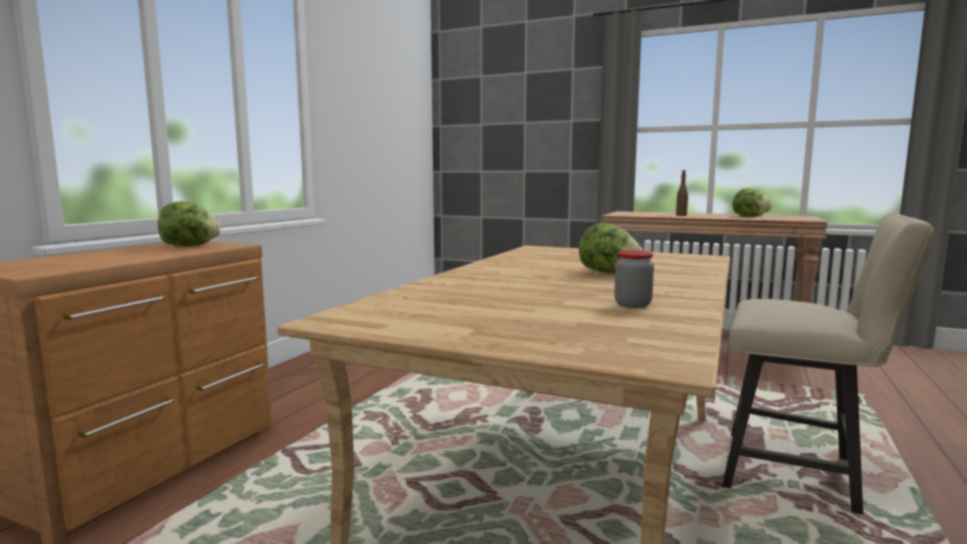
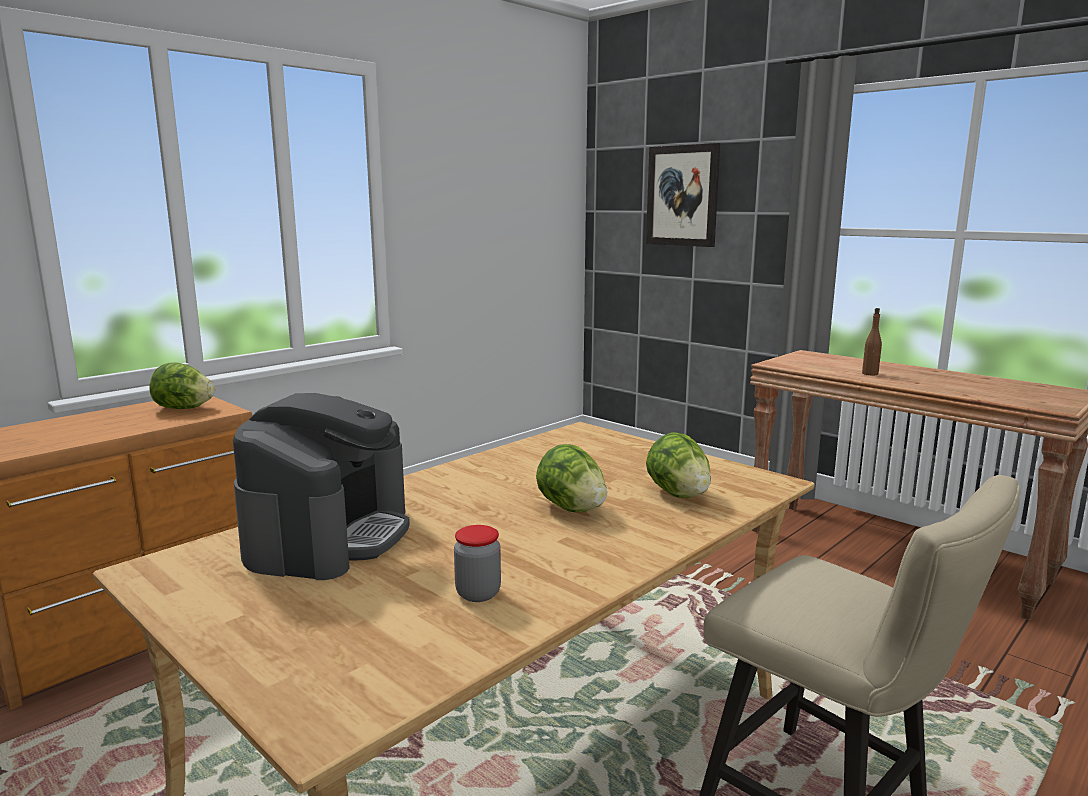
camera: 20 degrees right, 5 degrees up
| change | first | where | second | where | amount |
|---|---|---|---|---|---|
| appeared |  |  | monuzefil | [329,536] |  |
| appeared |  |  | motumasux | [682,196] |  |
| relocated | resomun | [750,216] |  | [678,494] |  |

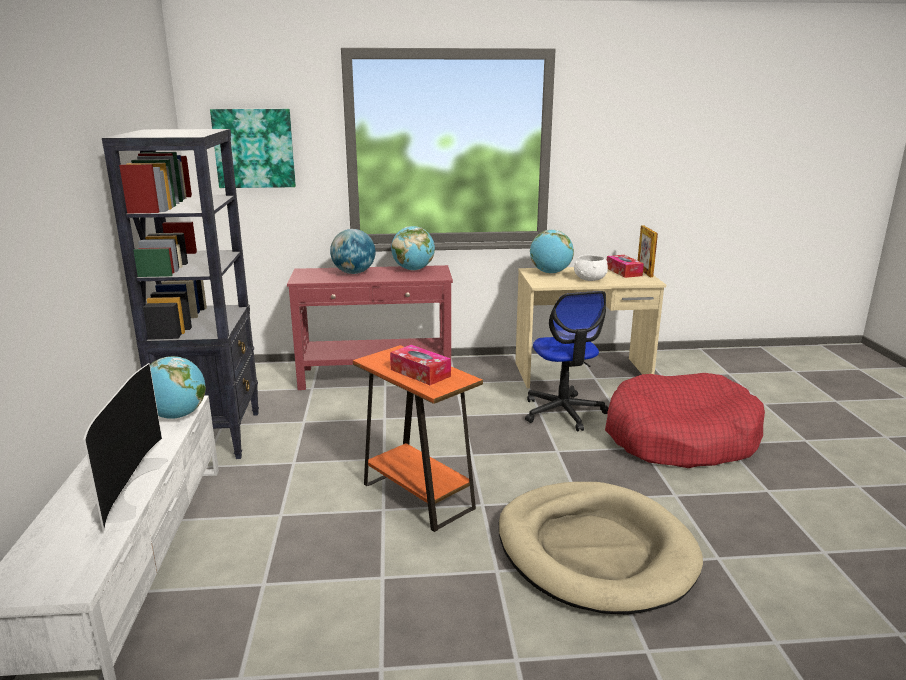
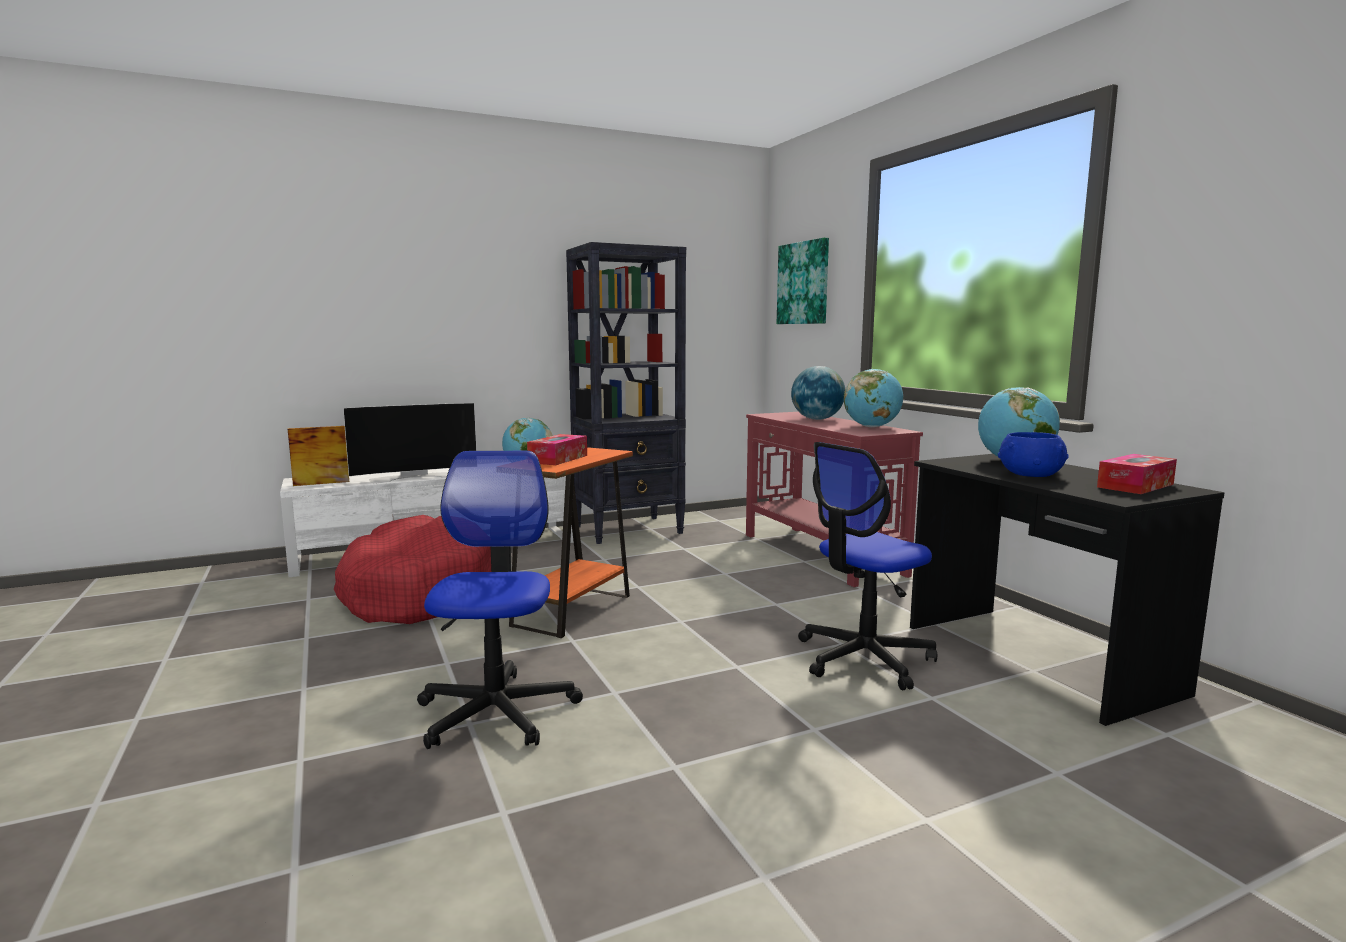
camera: 70 degrees right, 10 degrees down
| change | first | where | second | where | amount |
|---|---|---|---|---|---|
| relocated | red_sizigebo | [679,438] |  | [418,592] |  |
| relocated | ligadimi | [644,272] |  | [321,483] |  |
| exchanged | beige_sizigebo | [594,551] | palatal | [496,712] |  |
| colour | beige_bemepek | [582,373] | black_bemepek | [1036,659] |  |
| colour | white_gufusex | [589,279] | blue_gufusex | [1030,475] |  |

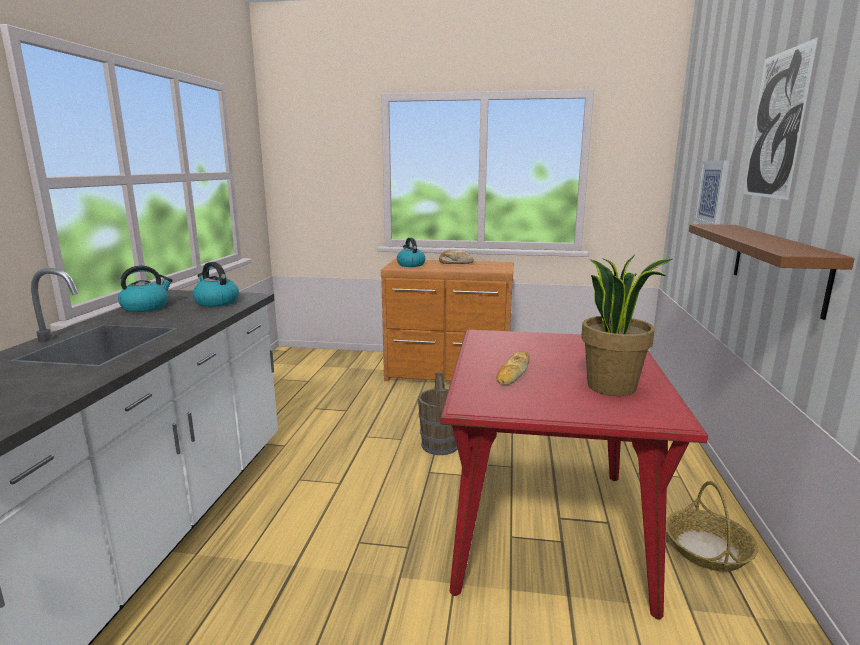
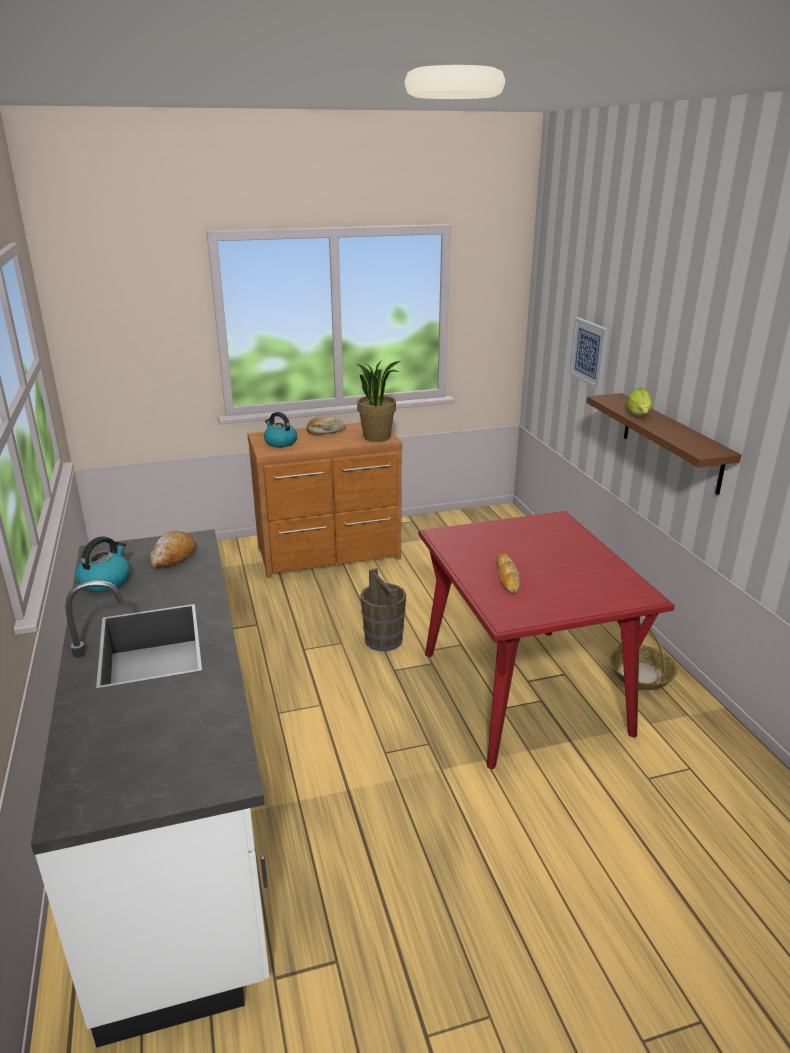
camera: 25 degrees left, 10 degrees up
| change | first | where | second | where | amount |
|---|---|---|---|---|---|
| missing | motumasux | [776,125] |  |  |  |
| appeared |  |  | resomun | [639,416] |  |
| relocated | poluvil | [612,386] |  | [377,436] |  |
| exchanged | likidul | [216,302] | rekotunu | [173,556] |  |

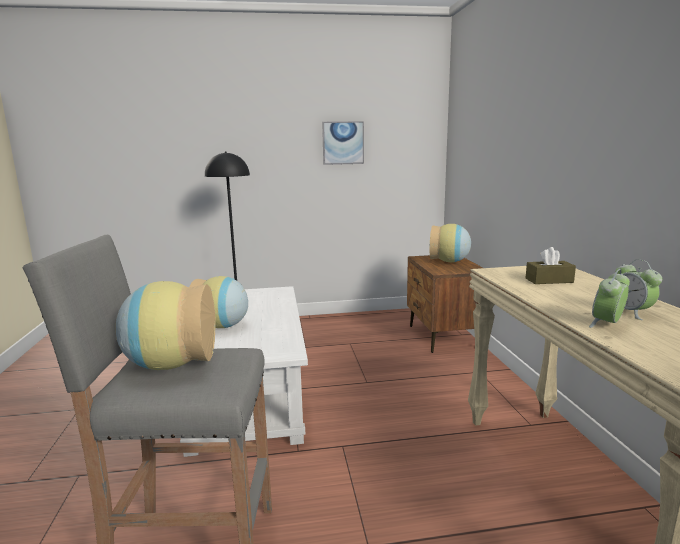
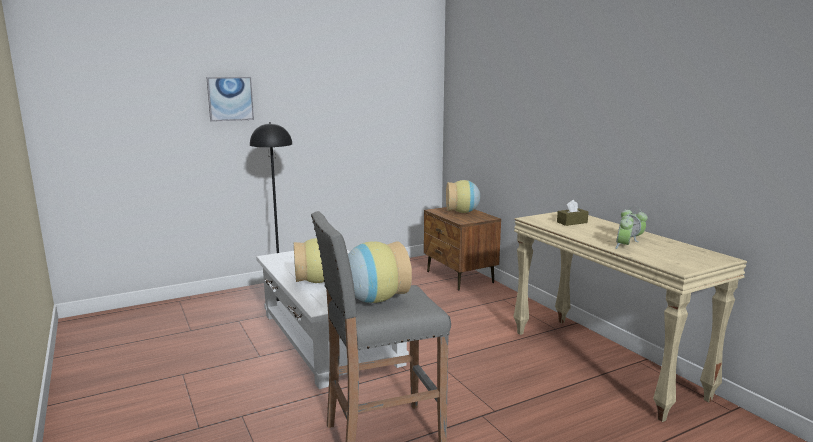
camera: 20 degrees left, 0 degrees up
| change | first | where | second | where | amount |
|---|---|---|---|---|---|
| relocated | motumasux | [343,143] |  | [230,99] |  |

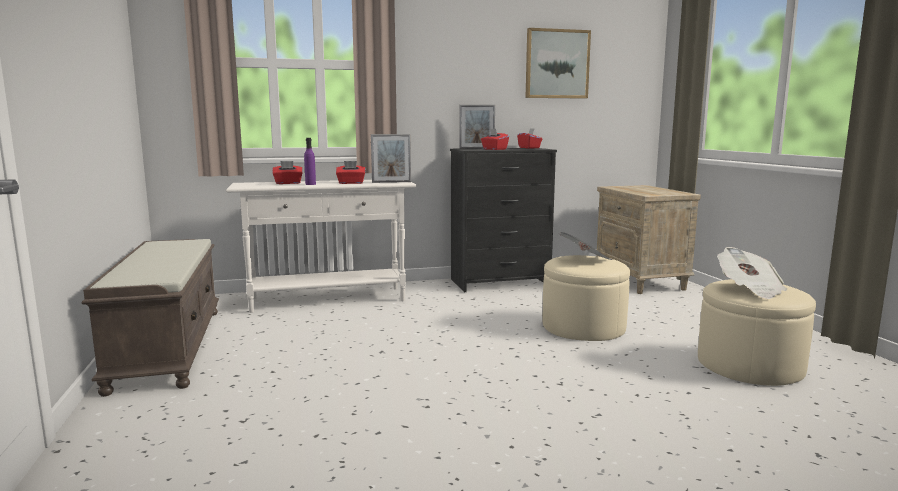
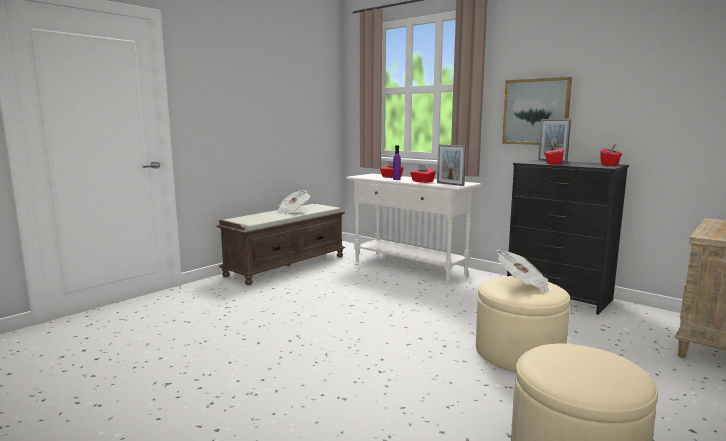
camera: 55 degrees right, 0 degrees up
| change | first | where | second | where | amount |
|---|---|---|---|---|---|
| relocated | motumasux | [557,64] |  | [536,112] |  |
| relocated | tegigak | [749,289] |  | [292,211] |  |

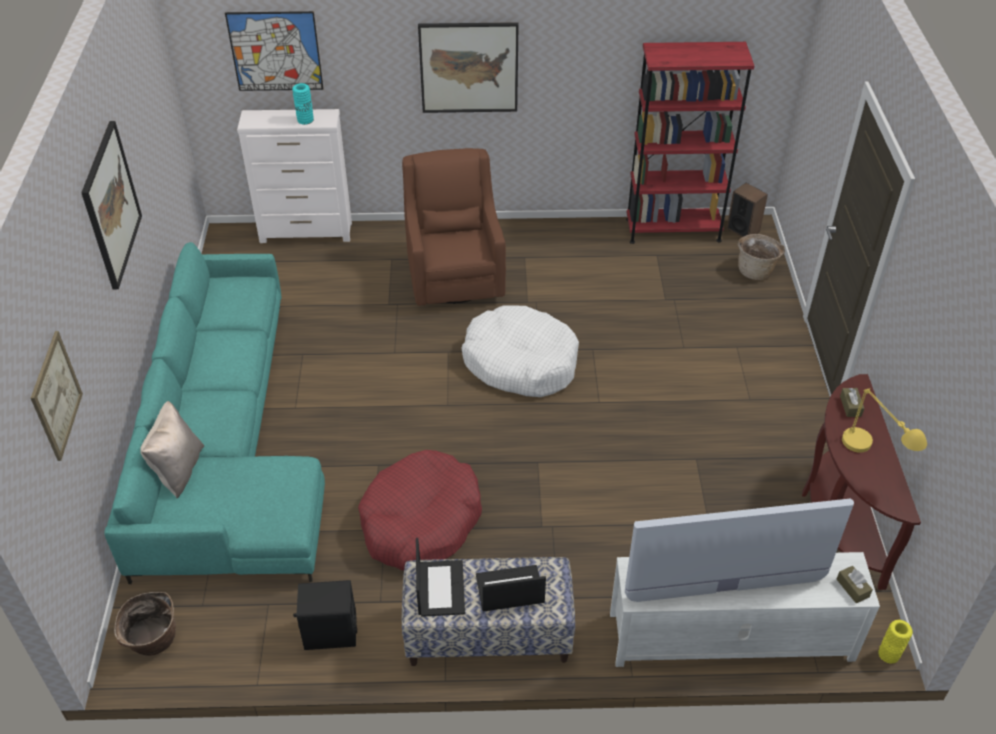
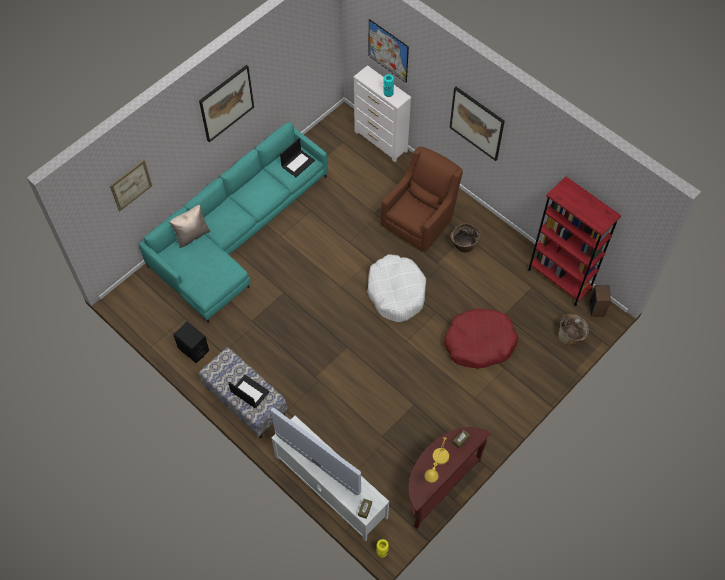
camera: 45 degrees right, 15 degrees up
| change | first | where | second | where | amount |
|---|---|---|---|---|---|
| relocated | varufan | [153,641] |  | [463,245] |  |
| relocated | red_sizigebo | [421,521] |  | [479,343] |  |
| relocated | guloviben | [440,588] |  | [298,163] |  |

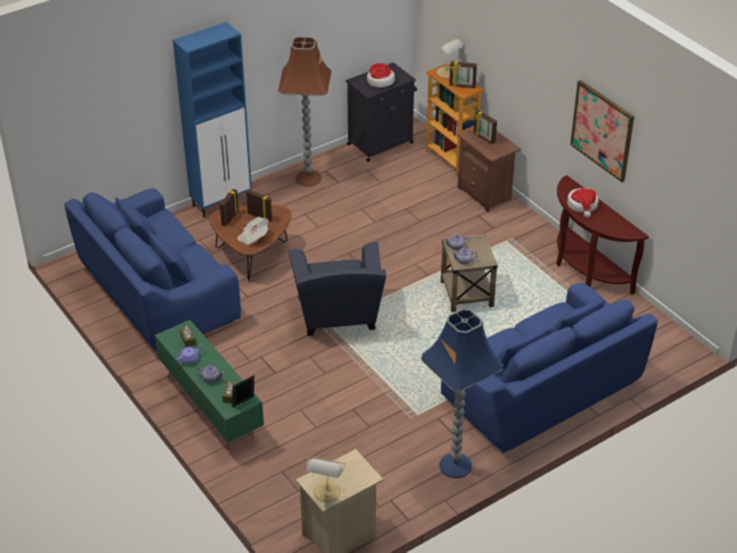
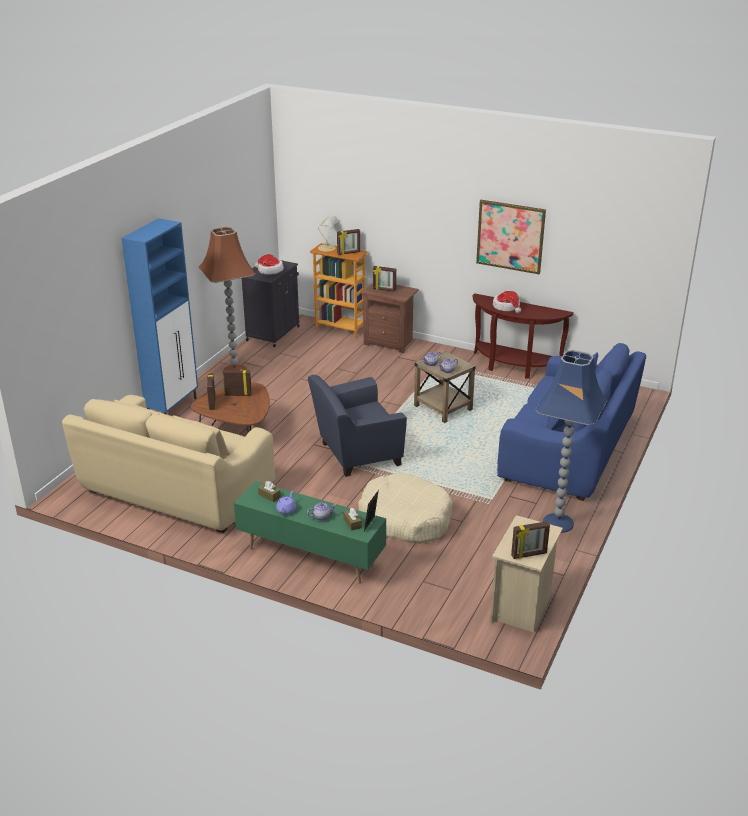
camera: 30 degrees left, 10 degrees down
| change | first | where | second | where | amount |
|---|---|---|---|---|---|
| missing | tegigak | [253,237] |  |  |  |
| appeared |  |  | beige_sizigebo | [405,518] |  |
| exchanged | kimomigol | [327,492] | ligadimi | [529,555] |  |
| colour | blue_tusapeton | [157,295] | beige_tusapeton | [177,491] |  |
| spun | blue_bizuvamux | [338,316] |  | [356,454] | 105 degrees clockwise |

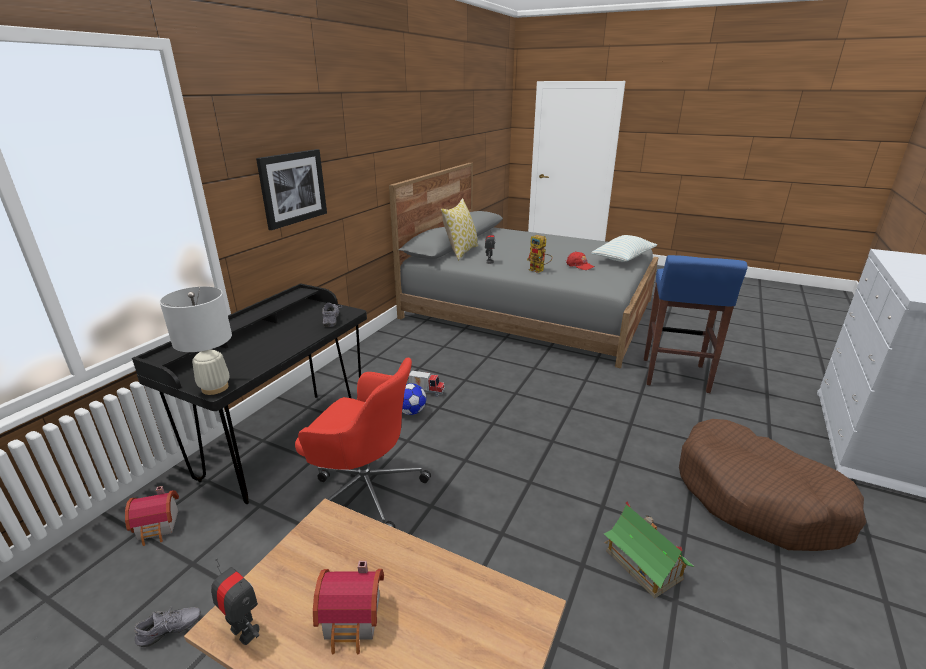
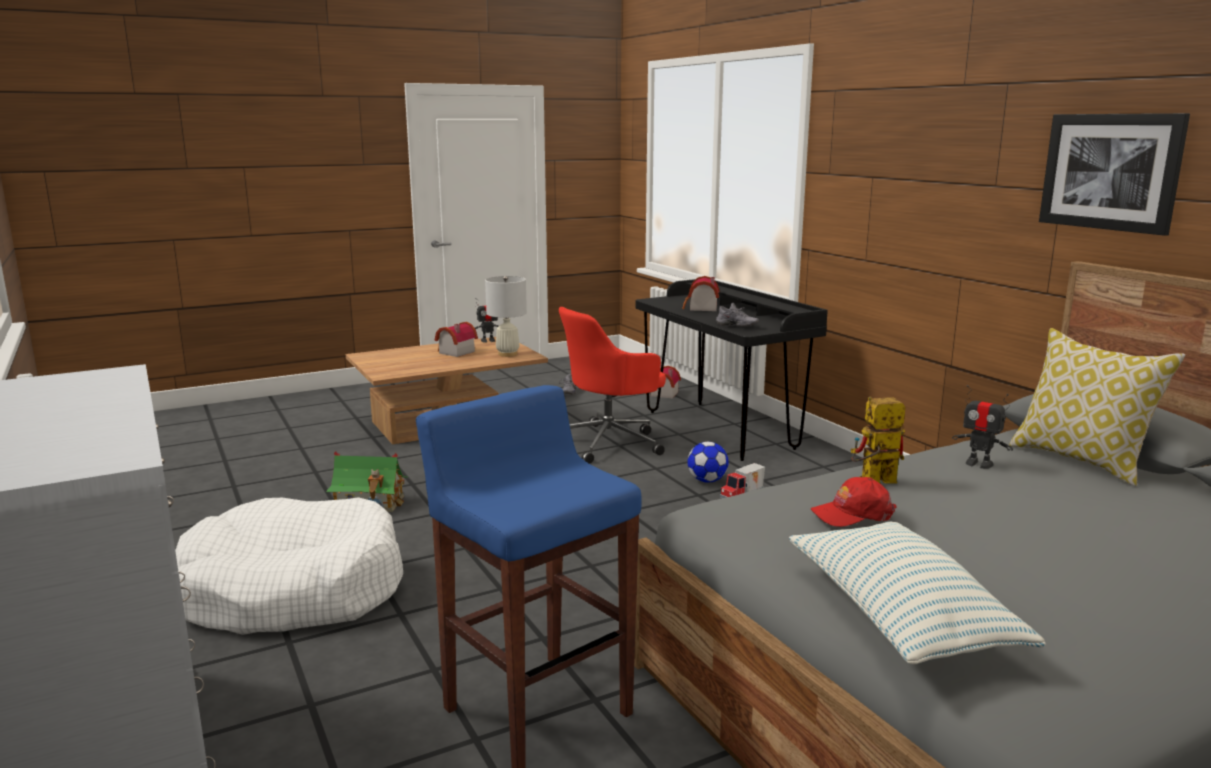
camera: 125 degrees right, 10 degrees down
| change | first | where | second | where | amount |
|---|---|---|---|---|---|
| appeared |  |  | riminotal | [701,308] |  |
| relocated | white_kimomigol | [214,388] |  | [508,354] |  |
| relocated | motumasux | [293,188] |  | [1110,172] |  |
| colour | brown_sizigebo | [757,498] | white_sizigebo | [293,590] |  |

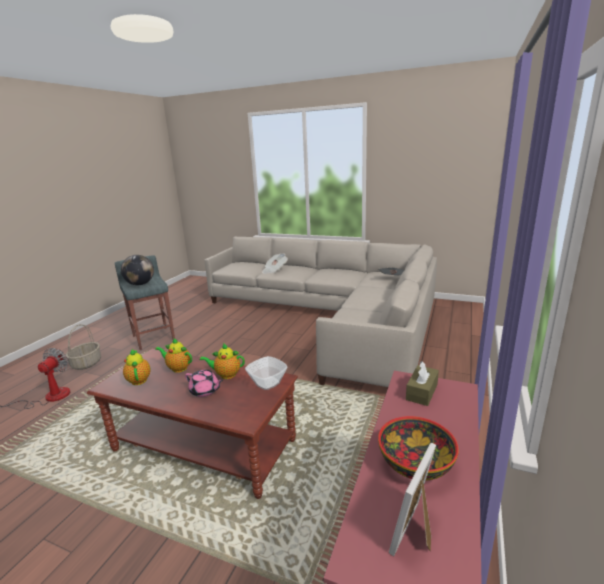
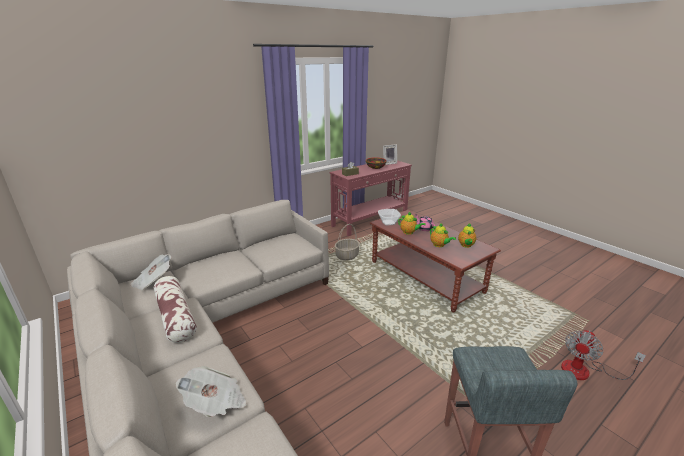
camera: 150 degrees left, 5 degrees up
| change | first | where | second | where | amount |
|---|---|---|---|---|---|
| missing | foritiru | [140,284] |  |  |  |
| appeared |  |  | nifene | [175,316] |  |
| relocated | varufan | [86,363] |  | [347,256] |  |

